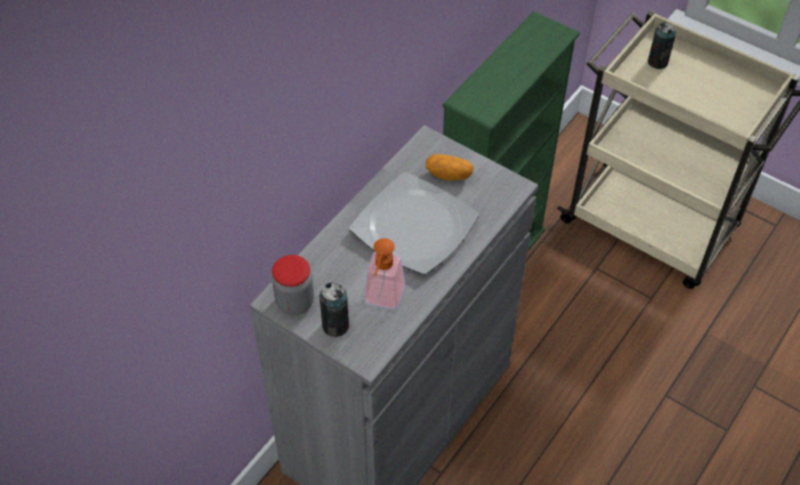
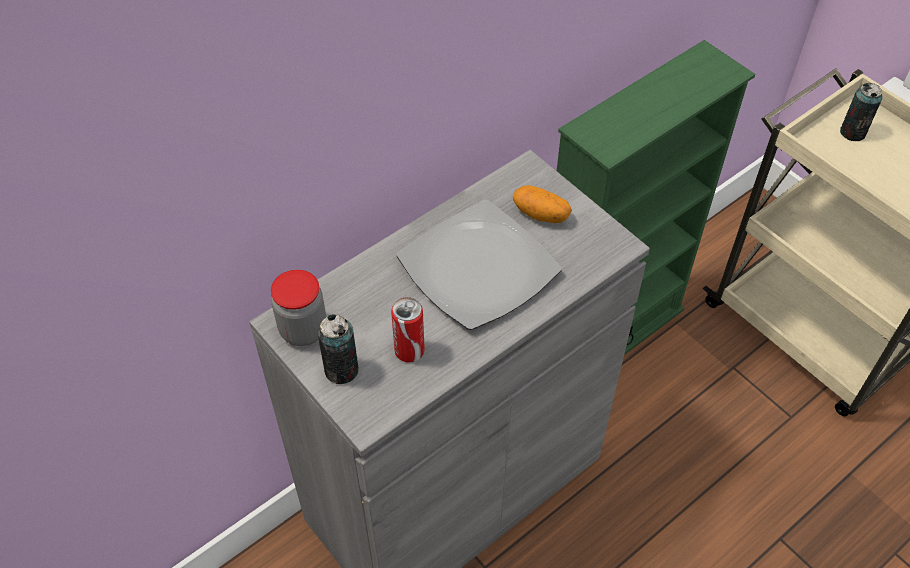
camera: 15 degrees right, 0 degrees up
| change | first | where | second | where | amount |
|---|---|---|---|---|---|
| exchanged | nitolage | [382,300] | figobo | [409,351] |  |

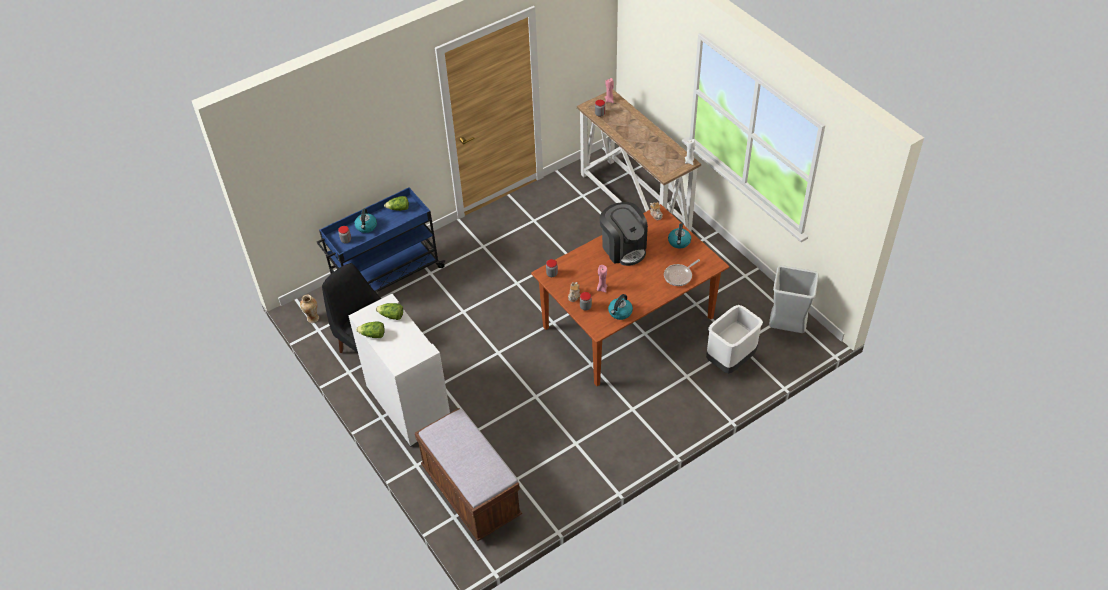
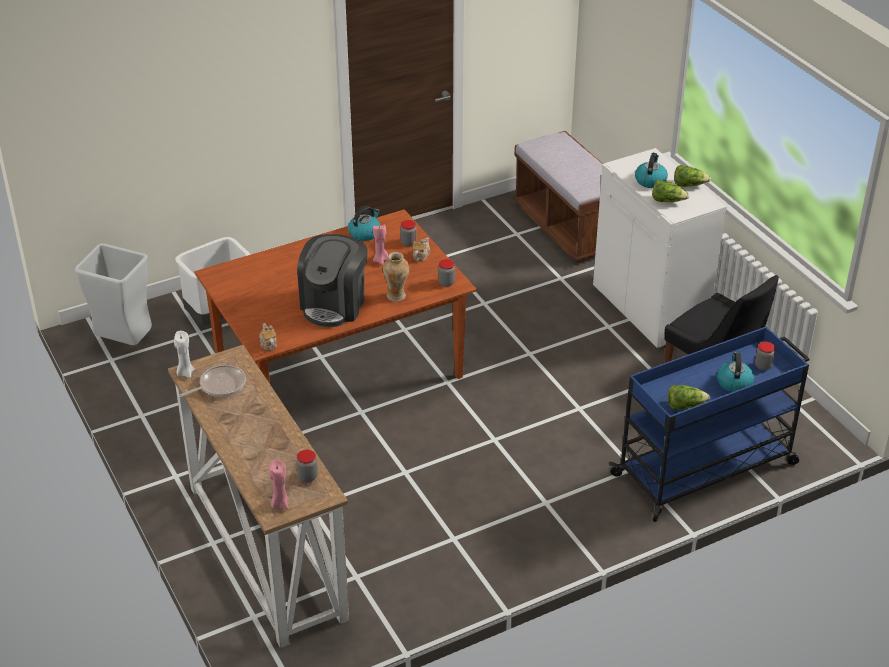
camera: 175 degrees left, 10 degrees down
| change | first | where | second | where | amount |
|---|---|---|---|---|---|
| relocated | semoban | [312,318] |  | [396,296] |  |
| relocated | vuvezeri | [679,276] |  | [220,385] |  |
| relocated | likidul | [679,242] |  | [650,180] |  |
| spun | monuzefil | [623,248] |  | [334,304] | 135 degrees counterclockwise |

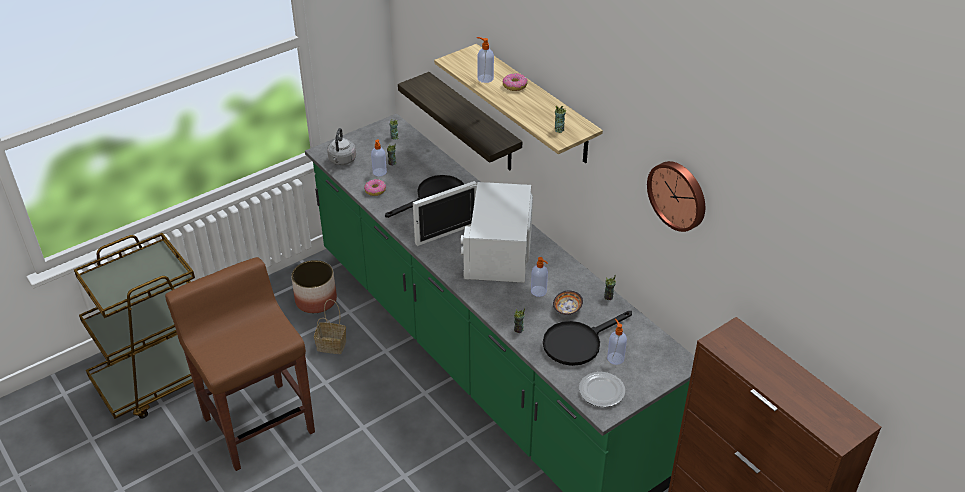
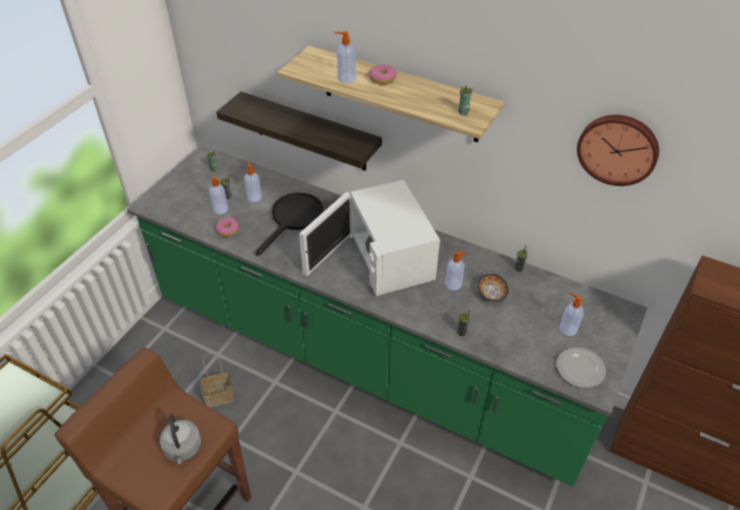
camera: 25 degrees left, 5 degrees up
| change | first | where | second | where | amount |
|---|---|---|---|---|---|
| missing | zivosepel | [316,300] |  |  |  |
| missing | black_vuvezeri | [578,342] |  |  |  |
| appeared |  |  | nitolage | [254,197] |  |
| relocated | grey_likidul | [342,161] |  | [183,449] |  |

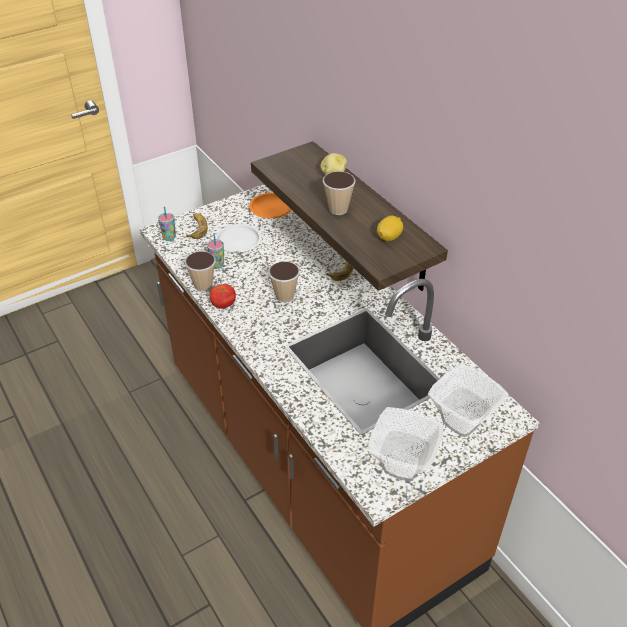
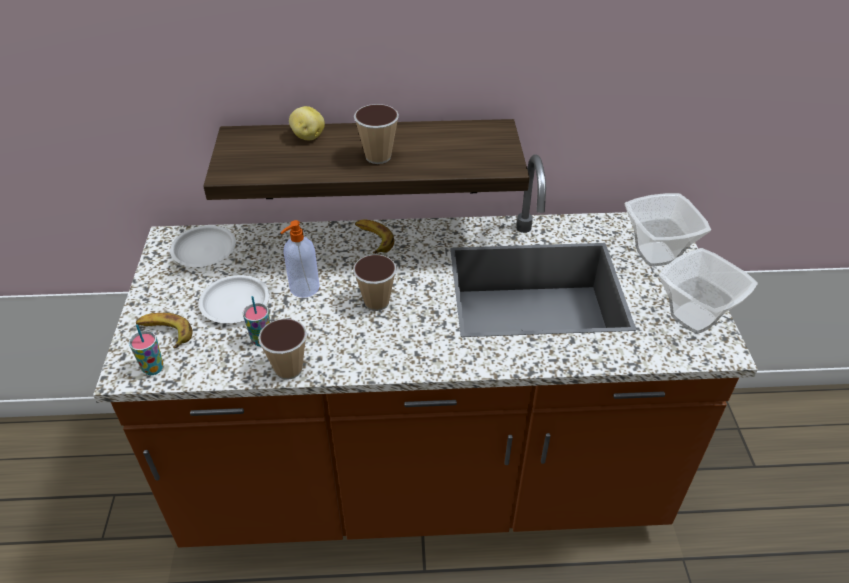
camera: 60 degrees left, 0 degrees up
| change | first | where | second | where | amount |
|---|---|---|---|---|---|
| missing | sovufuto | [223,305] |  |  |  |
| missing | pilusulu | [389,237] |  |  |  |
| appeared |  |  | nitolage | [303,288] |  |
| colour | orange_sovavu | [271,208] | white_sovavu | [204,250] |  |

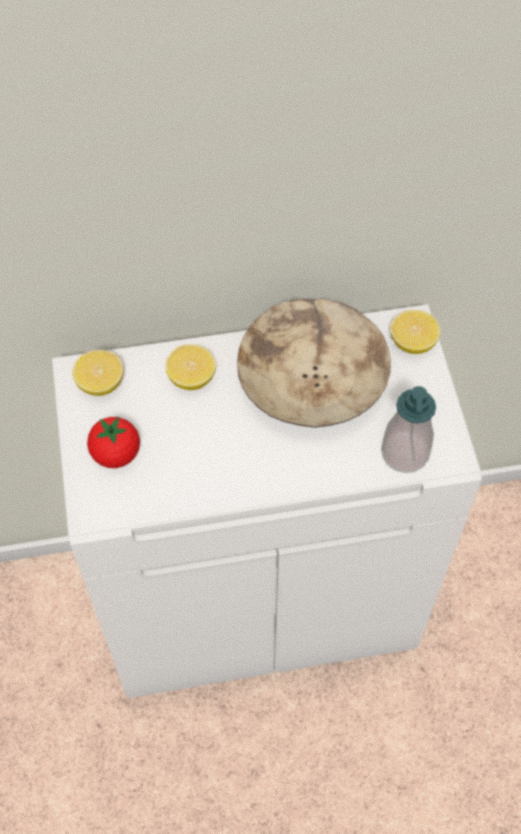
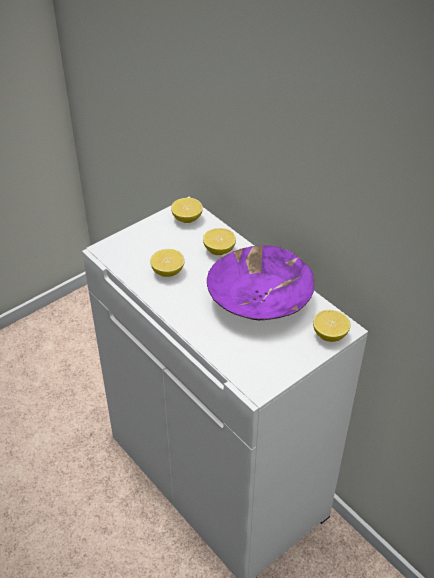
camera: 60 degrees right, 15 degrees down
| change | first | where | second | where | amount |
|---|---|---|---|---|---|
| missing | sovufuto | [116,453] |  |  |  |
| missing | nitolage | [404,453] |  |  |  |
| appeared |  |  | pilusulu | [168,272] |  |
| colour | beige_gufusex | [312,381] | purple_gufusex | [260,300] |  |

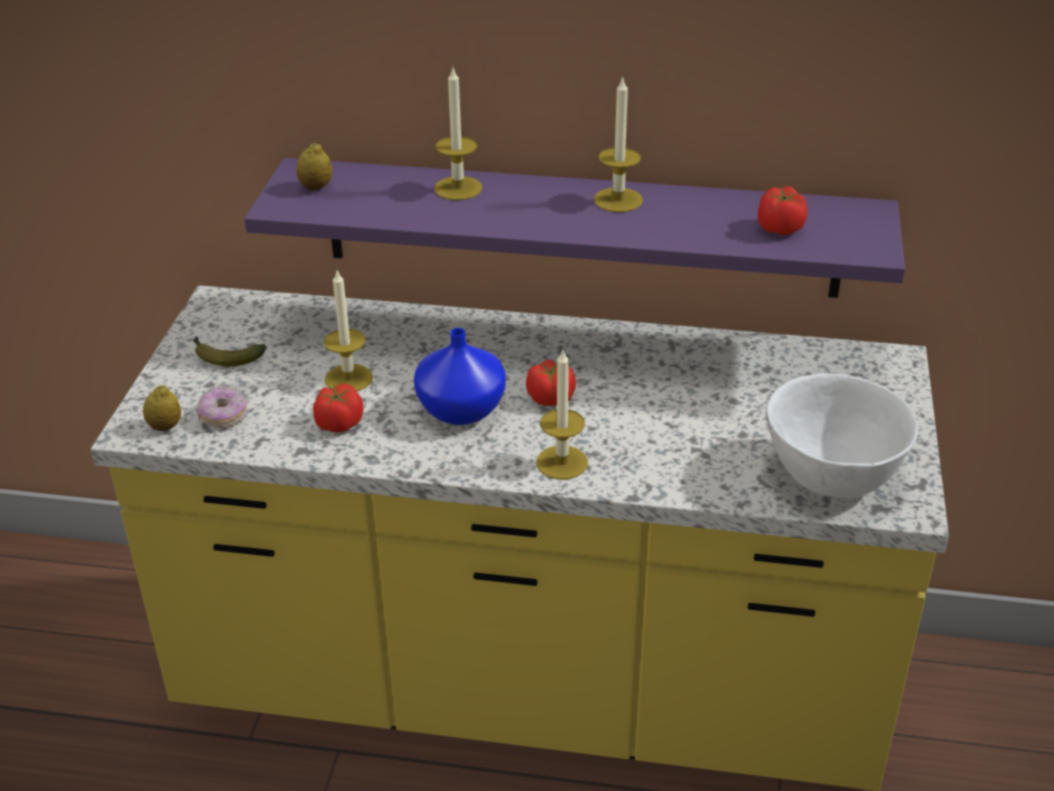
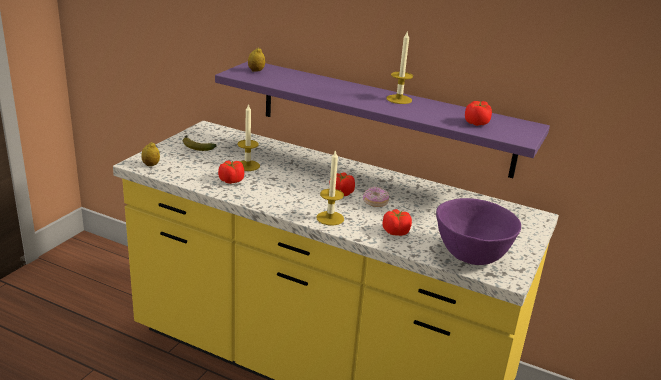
camera: 15 degrees right, 10 degrees down
| change | first | where | second | where | amount |
|---|---|---|---|---|---|
| missing | blue_semoban | [459,410] |  |  |  |
| missing | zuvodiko | [458,188] |  |  |  |
| appeared |  |  | sovufuto | [395,232] |  |
| relocated | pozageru | [223,416] |  | [375,202] |  |
| colour | white_gufusex | [830,477] | purple_gufusex | [470,255] |  |

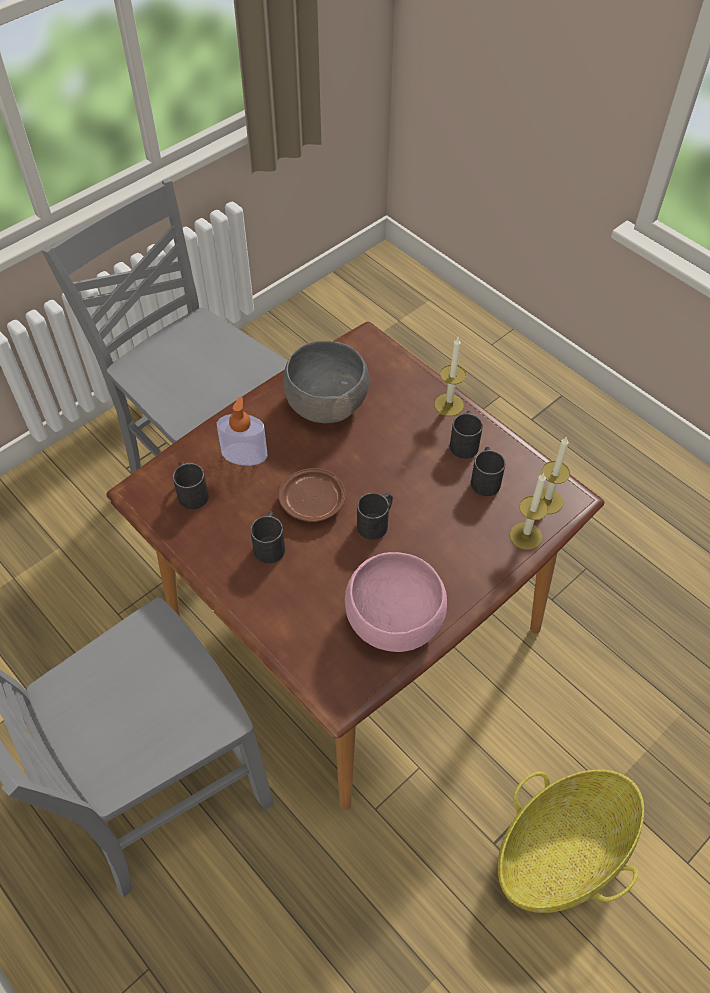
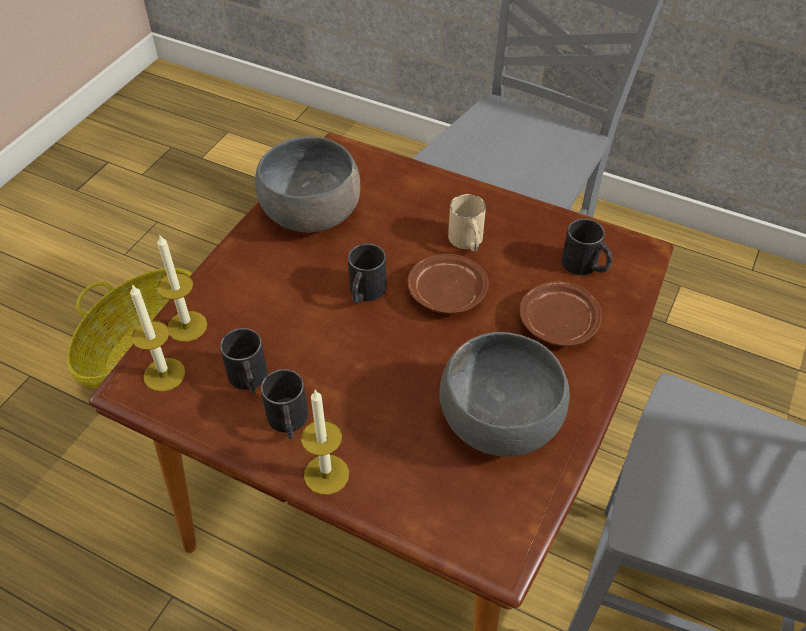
camera: 160 degrees right, 5 degrees down
| change | first | where | second | where | amount |
|---|---|---|---|---|---|
| exchanged | nitolage | [244,454] | brown_sovavu | [558,322] |  |
| colour | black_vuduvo | [270,544] | beige_vuduvo | [468,242] |  |
| colour | pink_gufusex | [393,619] | grey_gufusex | [311,214] |  |

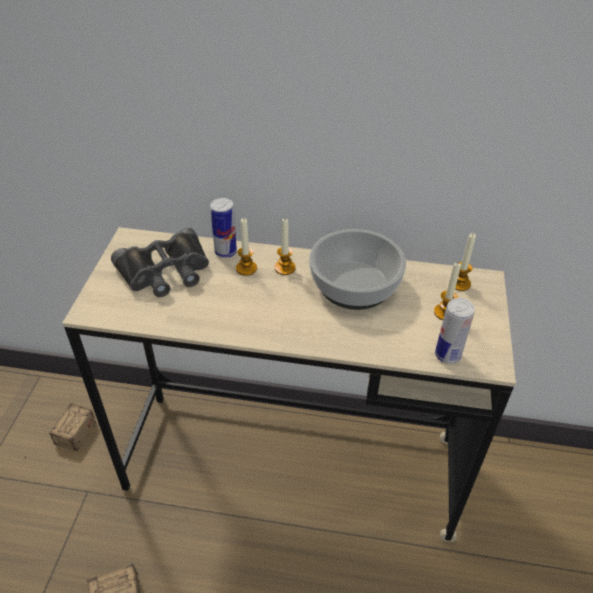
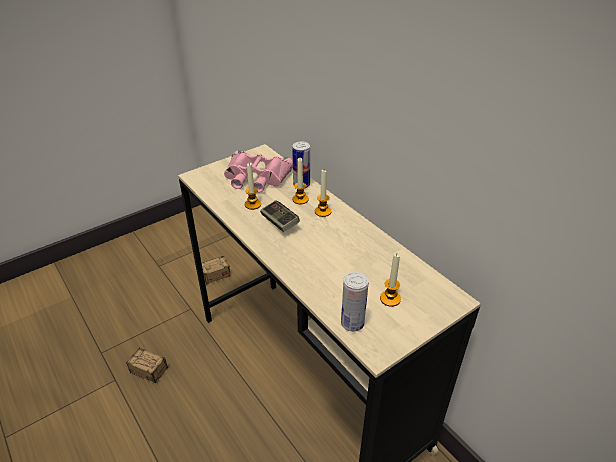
camera: 45 degrees right, 5 degrees down
| change | first | where | second | where | amount |
|---|---|---|---|---|---|
| missing | gufusex | [353,284] |  |  |  |
| appeared |  |  | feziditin | [279,222] |  |
| relocated | zuvodiko | [459,283] |  | [252,204] |  |
| colour | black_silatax | [165,271] | pink_silatax | [256,177] |  |

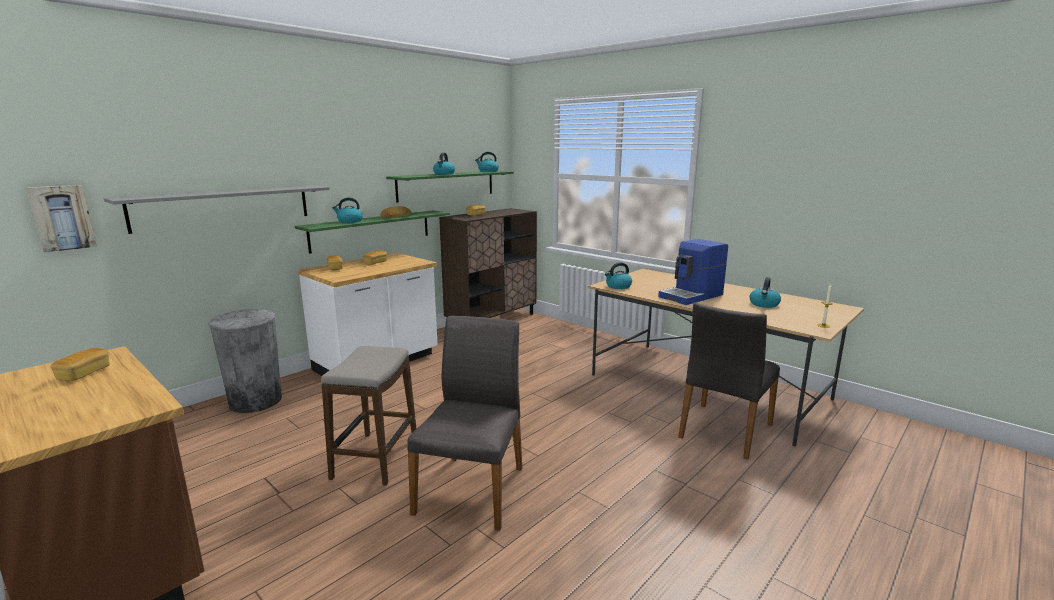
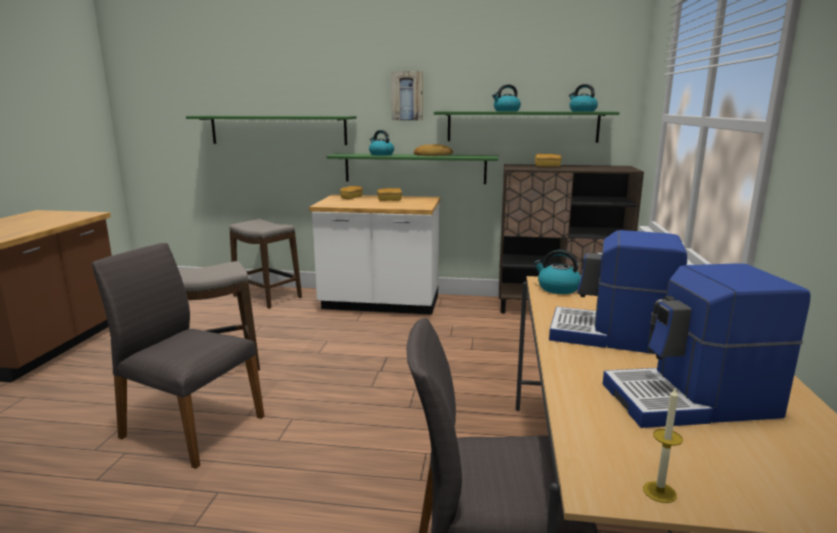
camera: 55 degrees right, 0 degrees up
| change | first | where | second | where | amount |
|---|---|---|---|---|---|
| missing | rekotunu | [84,374] |  |  |  |
| relocated | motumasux | [62,218] |  | [407,96] |  |
| exchanged | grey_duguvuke | [255,401] | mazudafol | [267,297] |  |
| exchanged | likidul | [764,304] | monuzefil | [691,401] |  |
| colour | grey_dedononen | [224,207] | green_dedononen | [278,130] |  |
| spun | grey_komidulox | [472,489] |  | [190,427] | 135 degrees counterclockwise |

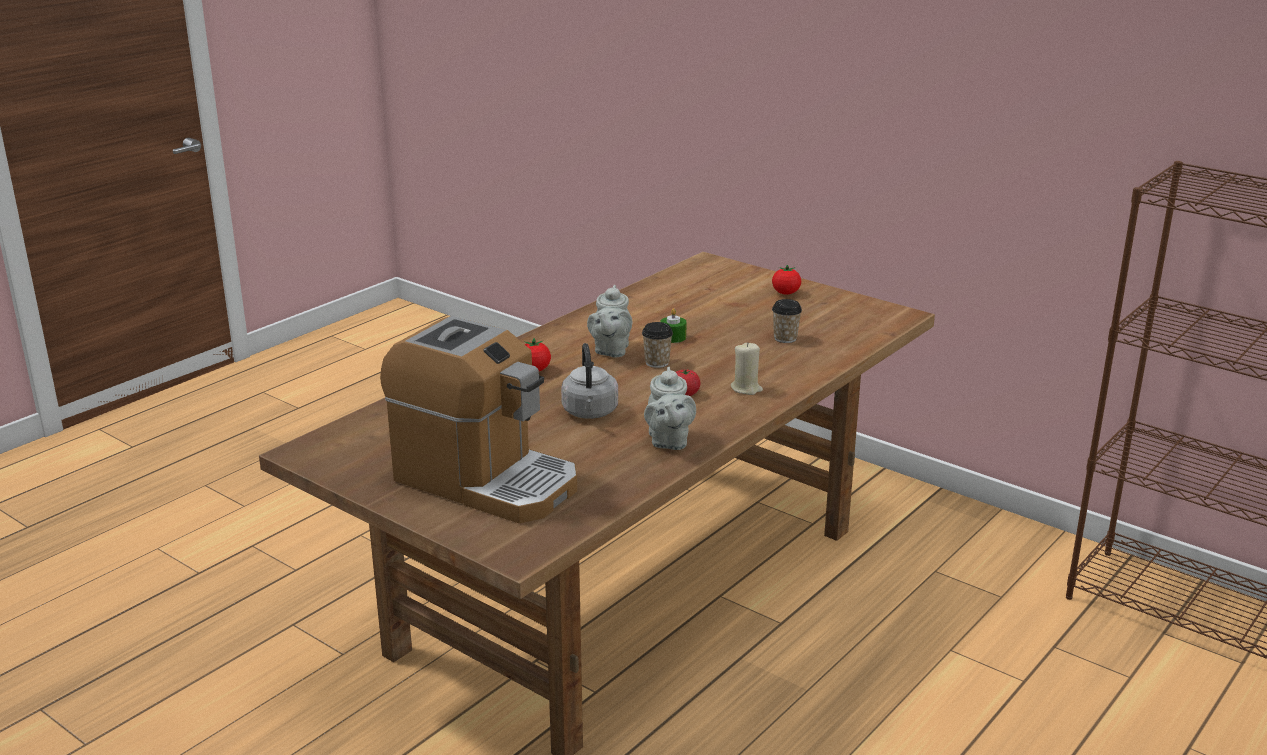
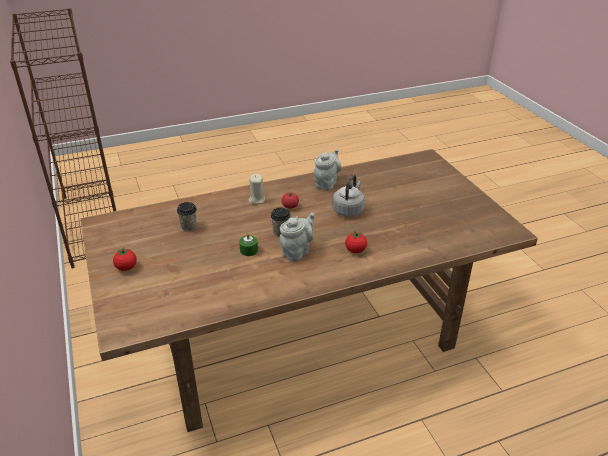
camera: 150 degrees left, 10 degrees up
| change | first | where | second | where | amount |
|---|---|---|---|---|---|
| missing | monuzefil | [486,480] |  |  |  |

